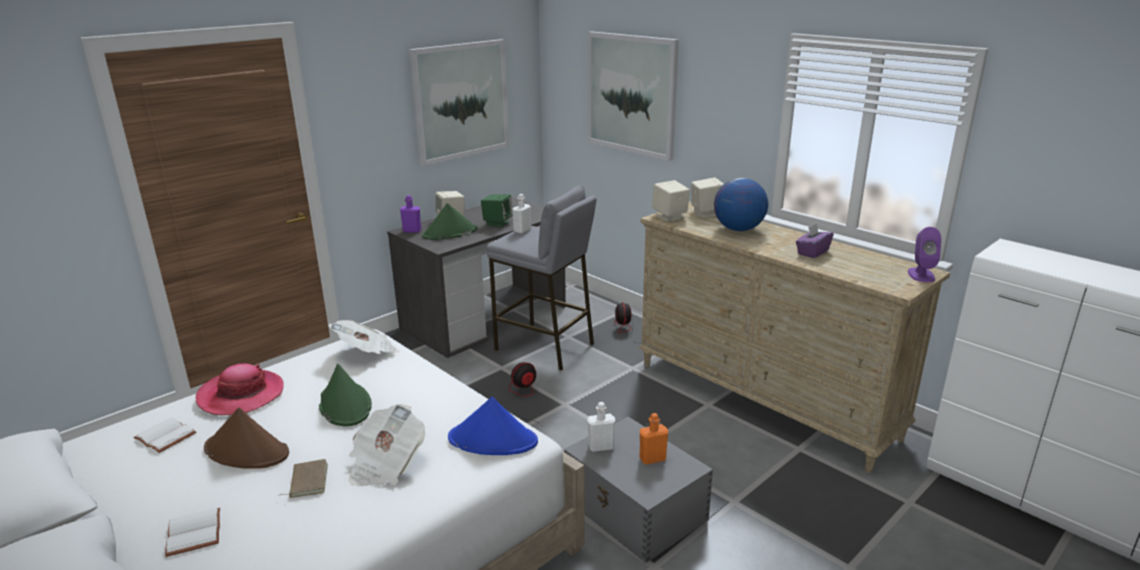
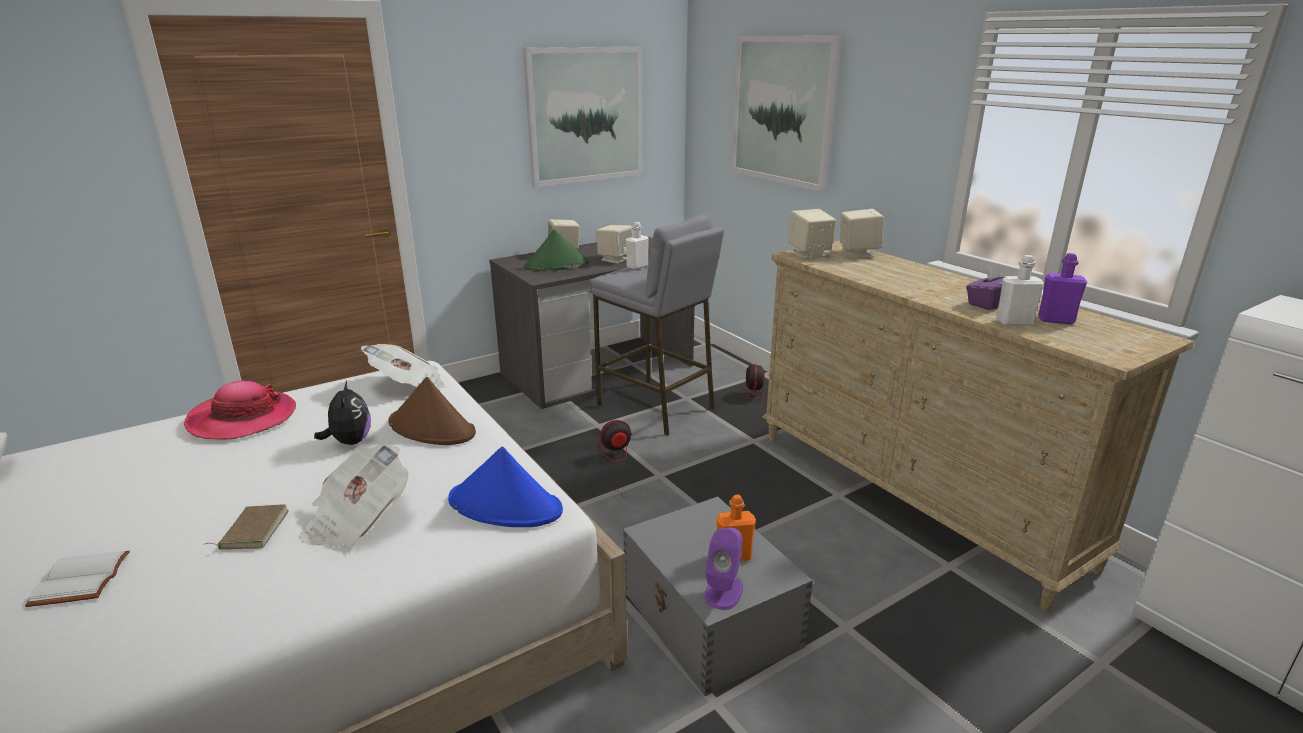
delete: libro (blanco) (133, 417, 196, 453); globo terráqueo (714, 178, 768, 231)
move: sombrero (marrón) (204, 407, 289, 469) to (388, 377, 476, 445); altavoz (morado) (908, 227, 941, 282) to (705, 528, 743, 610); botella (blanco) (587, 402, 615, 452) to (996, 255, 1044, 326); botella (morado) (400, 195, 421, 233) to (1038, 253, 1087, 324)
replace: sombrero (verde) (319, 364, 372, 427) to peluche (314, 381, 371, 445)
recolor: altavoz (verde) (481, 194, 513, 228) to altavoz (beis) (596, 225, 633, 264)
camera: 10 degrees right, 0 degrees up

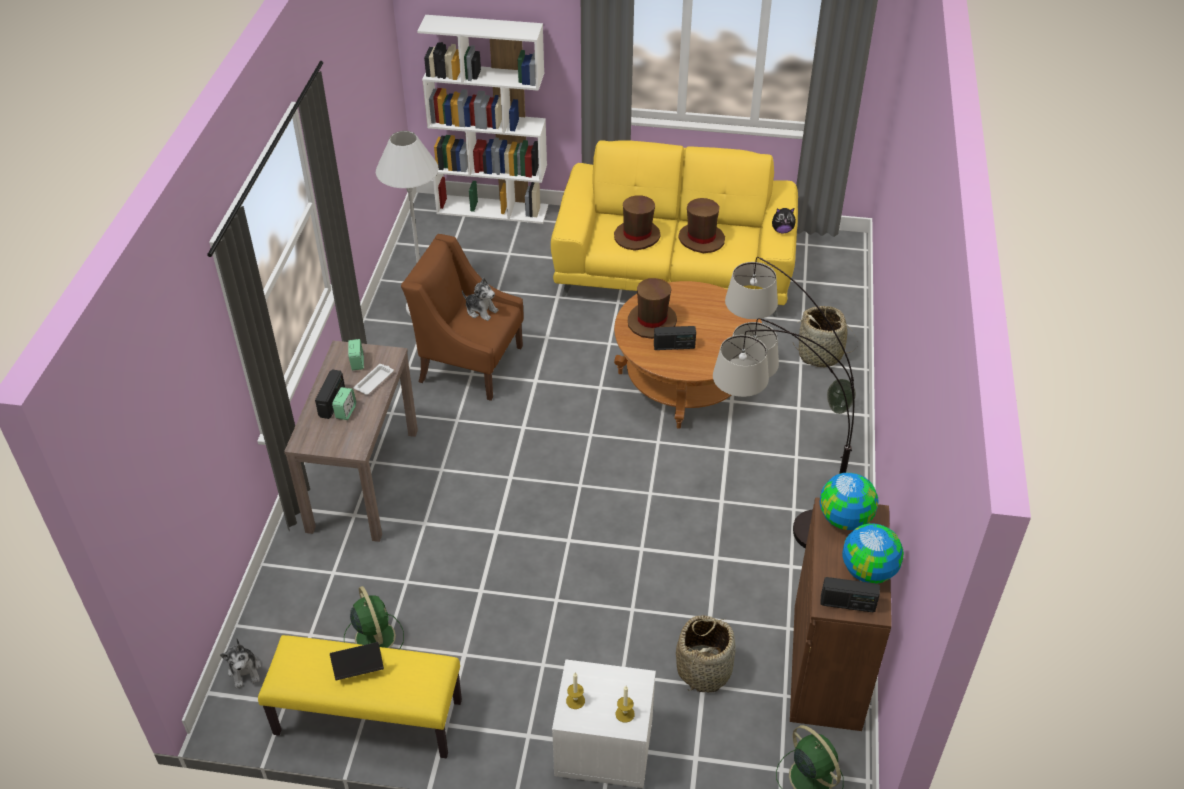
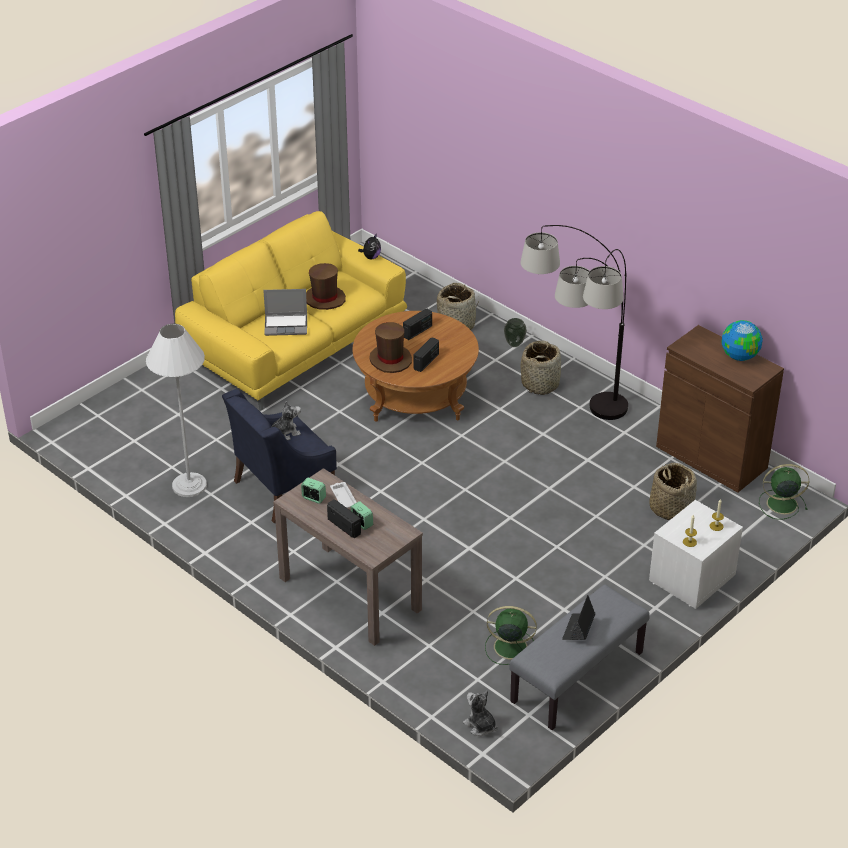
delete: estantería (blanco) (417, 15, 548, 224); globo terráqueo (820, 473, 879, 530)
insert: cesta (521, 341, 561, 395)
move: radio (820, 577, 880, 613) to (403, 309, 432, 340)
replace: sombrero (marrón) (614, 195, 661, 250) to portátil (263, 289, 307, 336)
recolor: sillón (marrón) (401, 234, 524, 401) to sillón (azul) (222, 389, 337, 524); banco (amarillo) (258, 635, 462, 758) to banco (gris) (509, 585, 650, 730)
rotate: peluche (220, 638, 261, 689) = (463, 690, 498, 736) 150 degrees counterclockwise
camera: 55 degrees left, 5 degrees down

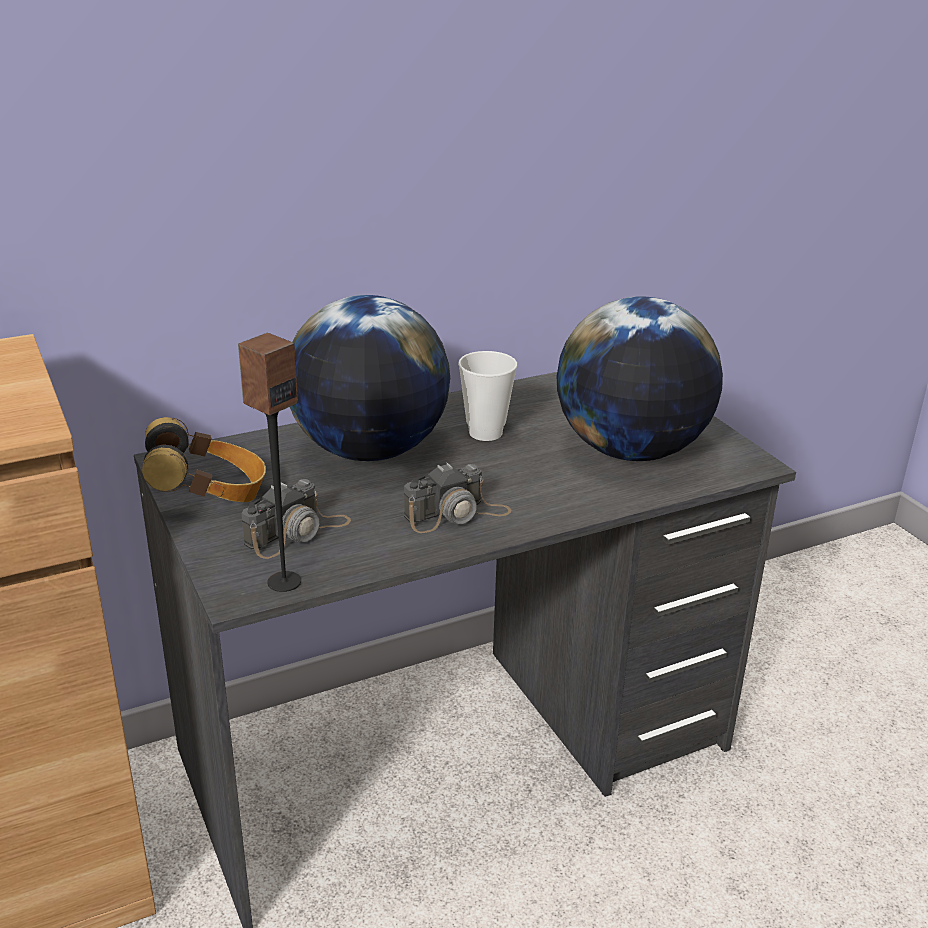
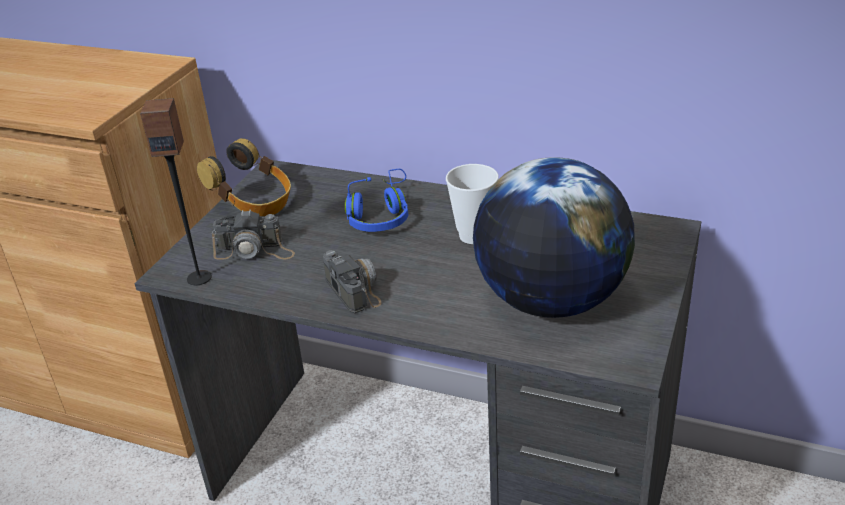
replace: globo terráqueo (290, 295, 450, 461) to auriculares (azul) (345, 169, 408, 232)
rotate: cámara (404, 463, 512, 533) = (323, 250, 381, 313) 135 degrees counterclockwise
camera: 50 degrees right, 5 degrees up

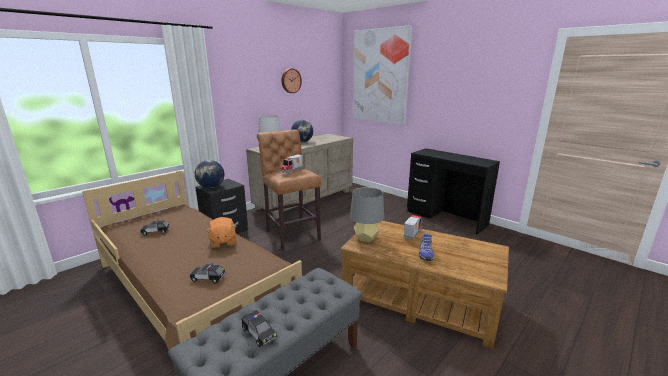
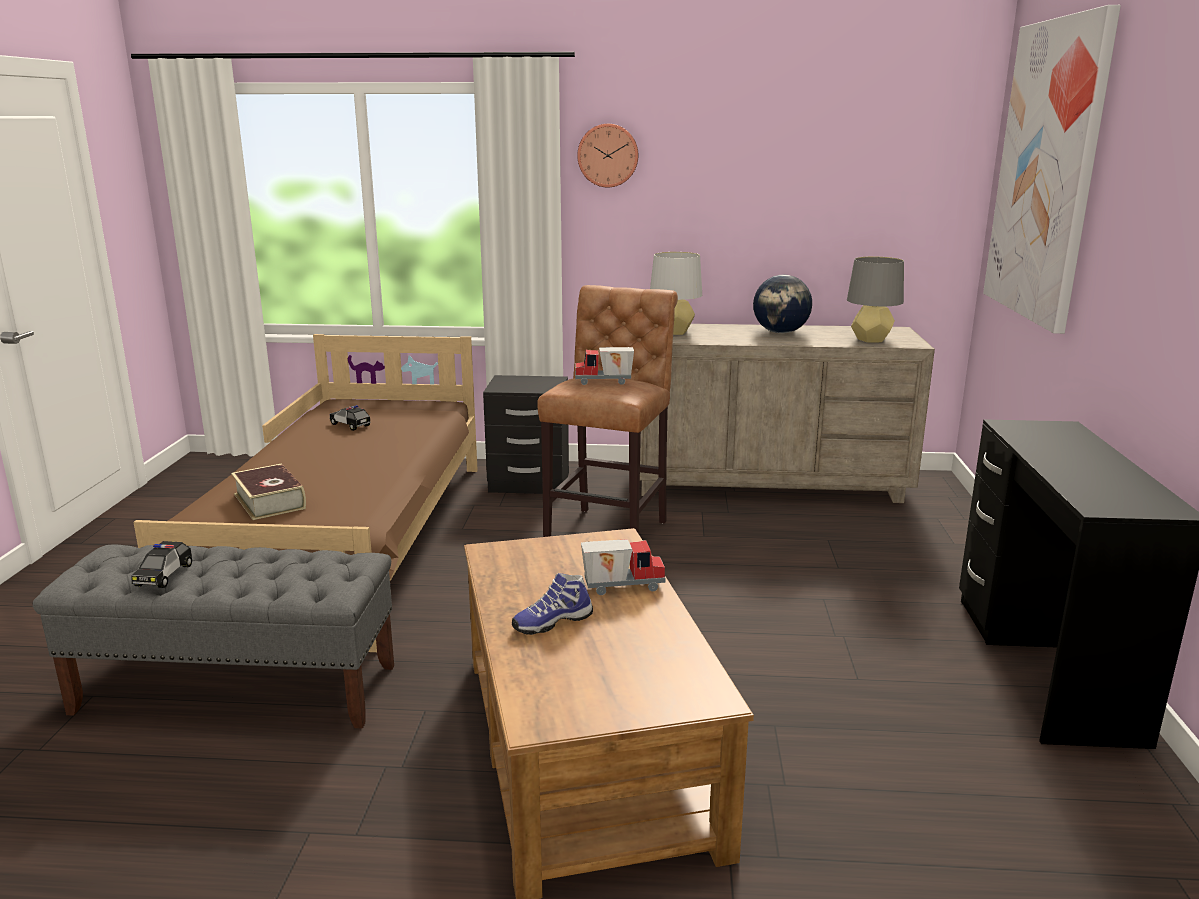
delete: globo terráqueo (195, 160, 224, 188); peluche (naranja) (206, 217, 236, 248)
move: reloj de pared (282, 68, 302, 93) to (577, 124, 638, 187); lámpara de mesa (gris) (350, 187, 384, 242) to (847, 256, 904, 343)
replace: coche de juguete (190, 263, 226, 284) to libro (231, 463, 306, 520)
camera: 50 degrees right, 0 degrees up

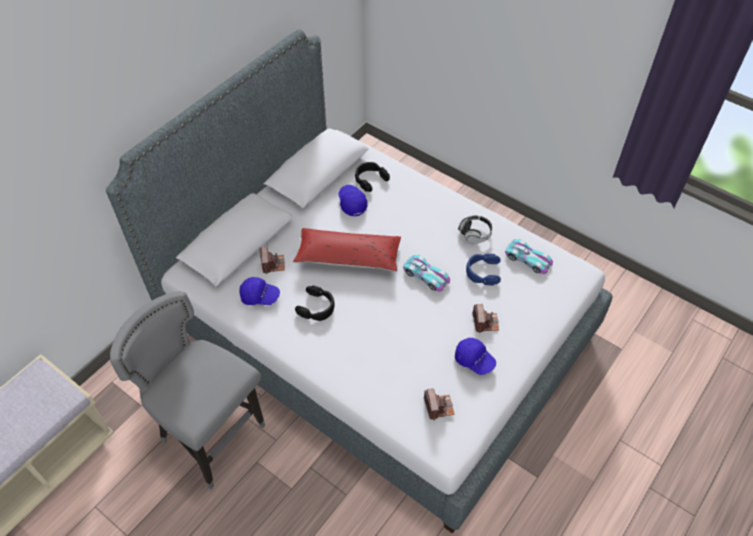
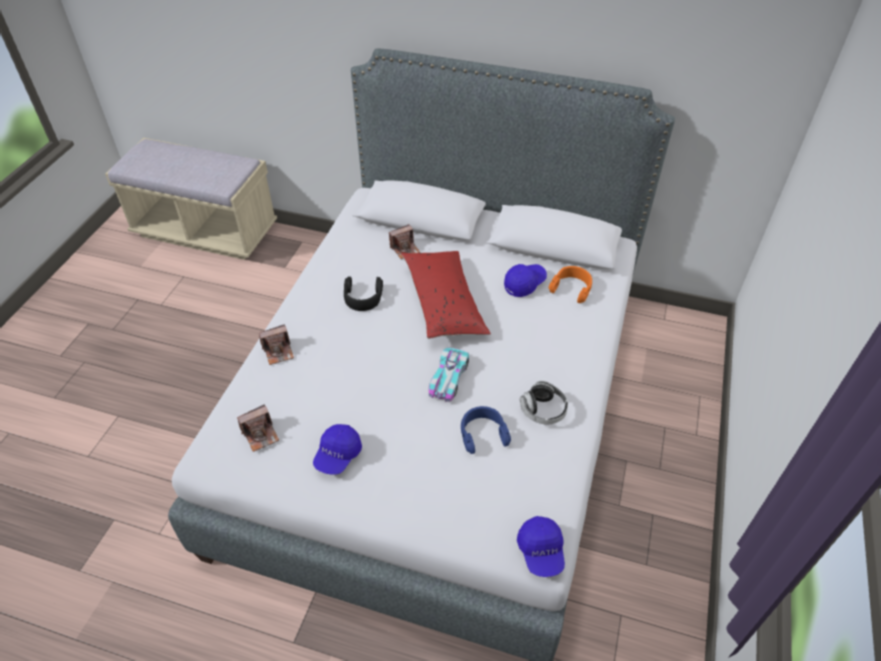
delete: taburete (gris) (110, 291, 265, 489); coche de juguete (505, 239, 553, 274)
move: cámara (472, 304, 499, 333) to (259, 324, 294, 365); gorra (azul) (239, 277, 280, 305) to (517, 516, 565, 577)
recolor: auriculares (negro) (355, 162, 390, 192) to auriculares (naranja) (549, 266, 592, 303)
camera: 70 degrees right, 5 degrees down

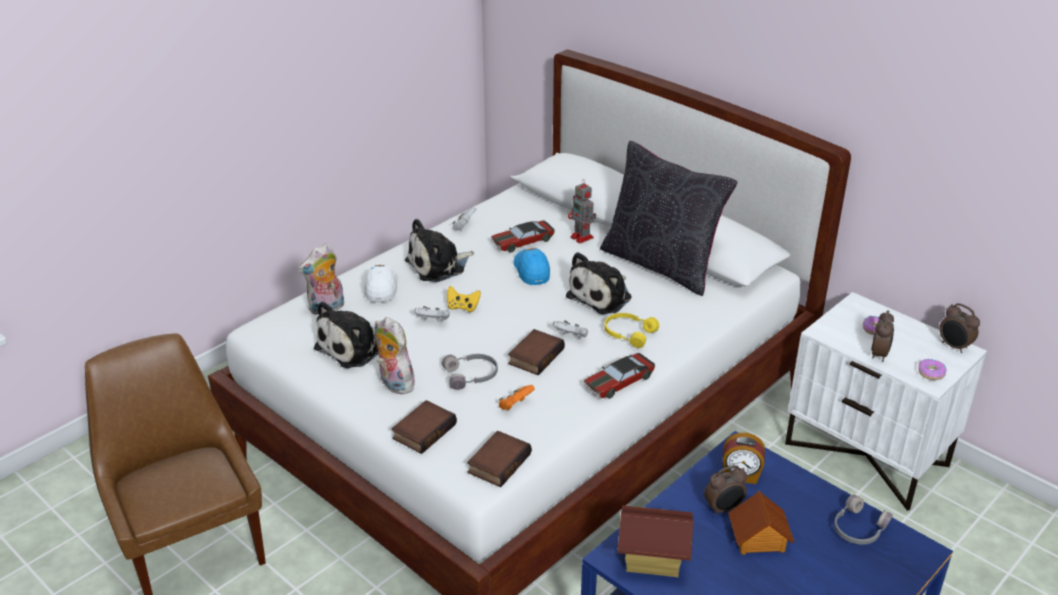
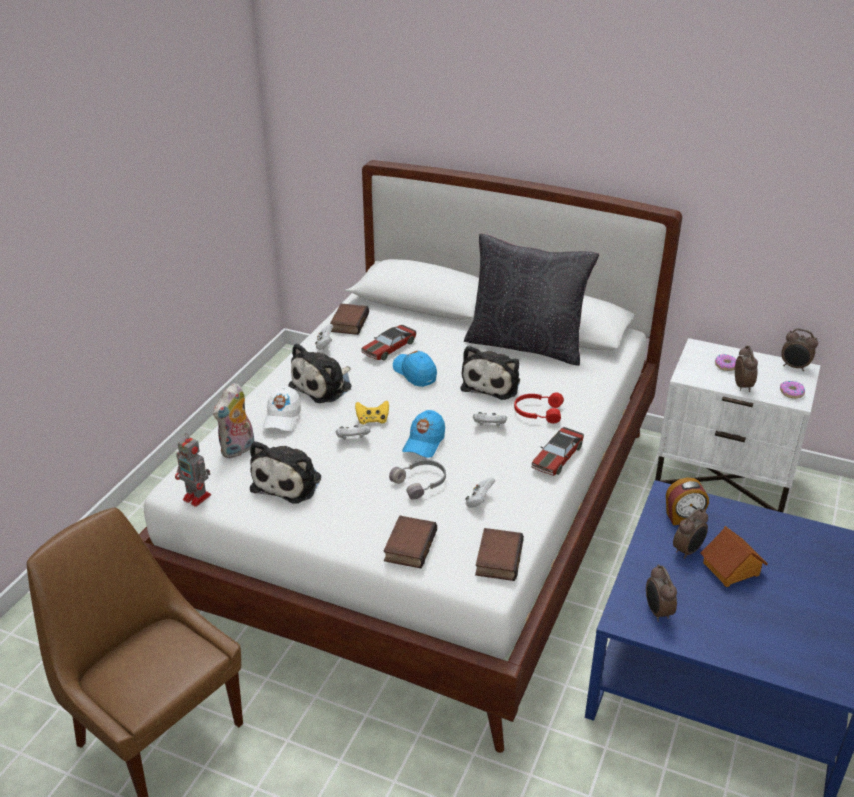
delete: peluche (375, 317, 415, 394); auriculares (gris) (834, 494, 893, 545)
insert: gorra (azul) (402, 410, 445, 458)
move: robot de juguete (568, 179, 596, 244) to (175, 433, 211, 507); libro (508, 329, 565, 375) to (330, 304, 369, 335)
replace: casita (617, 505, 694, 577) to despertador (646, 564, 677, 622)
recolor: mando de consola (naranja) (499, 385, 535, 410) to mando de consola (blanco) (465, 477, 495, 508); auriculares (amarillo) (604, 313, 659, 348) to auriculares (rojo) (514, 392, 564, 423)
rotate: gorra (blanco) (364, 265, 398, 303) = (262, 386, 301, 431) 150 degrees counterclockwise
camera: 20 degrees left, 0 degrees up

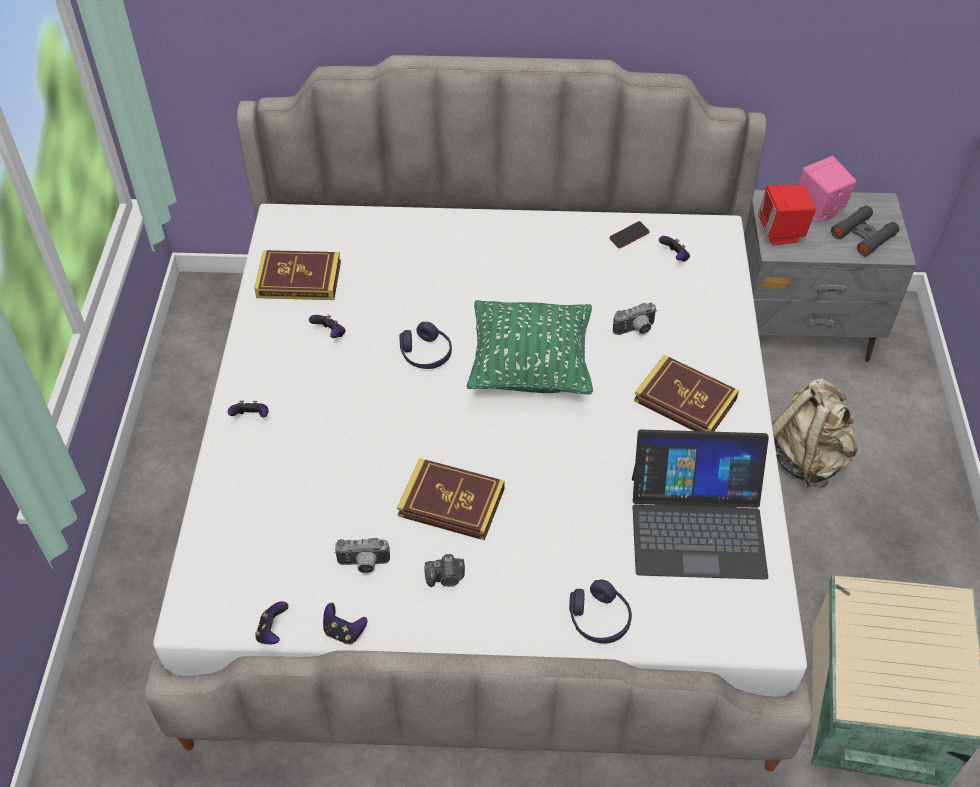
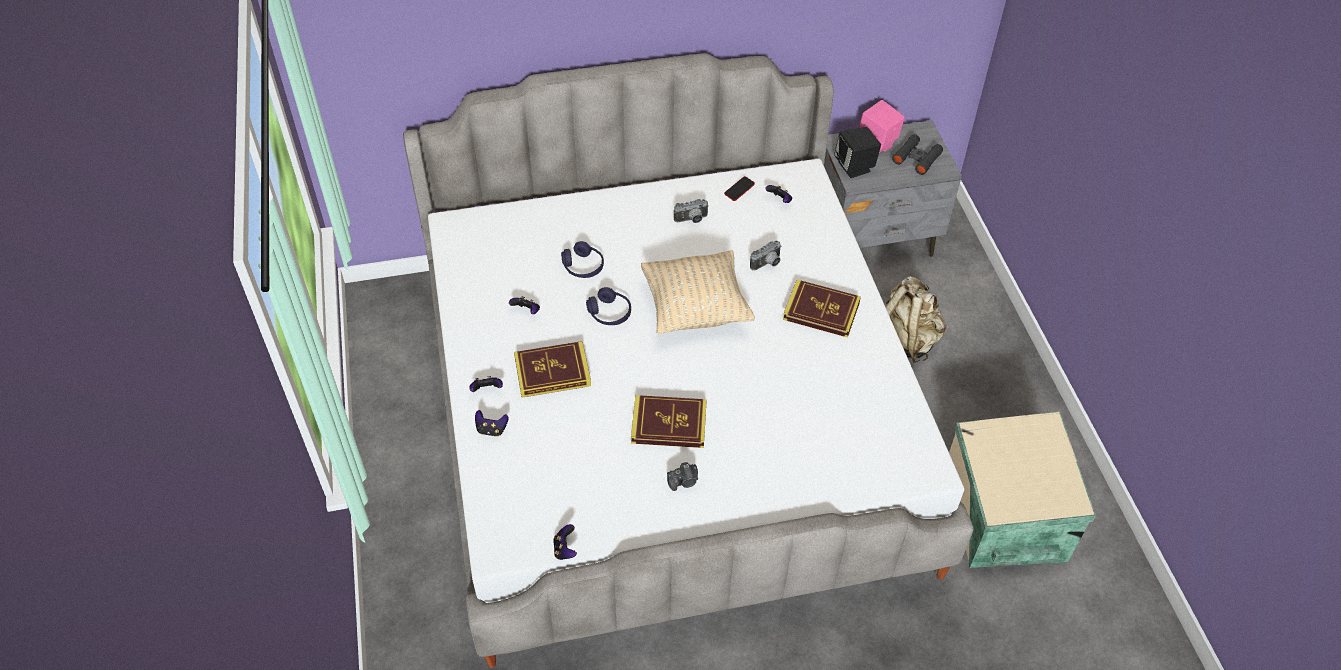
delete: portátil (632, 430, 769, 580)
move: mando de consola (323, 603, 367, 645) to (475, 410, 508, 437); libro (254, 250, 341, 300) to (514, 341, 591, 397); auriculares (morado) (569, 580, 632, 644) to (561, 241, 604, 278); cámara (334, 538, 390, 574) to (674, 199, 709, 223)
recolor: cojín (verde) (467, 300, 593, 395) to cojín (beis) (641, 250, 755, 334); altavoz (rojo) (758, 185, 816, 246) to altavoz (negro) (834, 127, 881, 178)
camera: 15 degrees left, 0 degrees up

